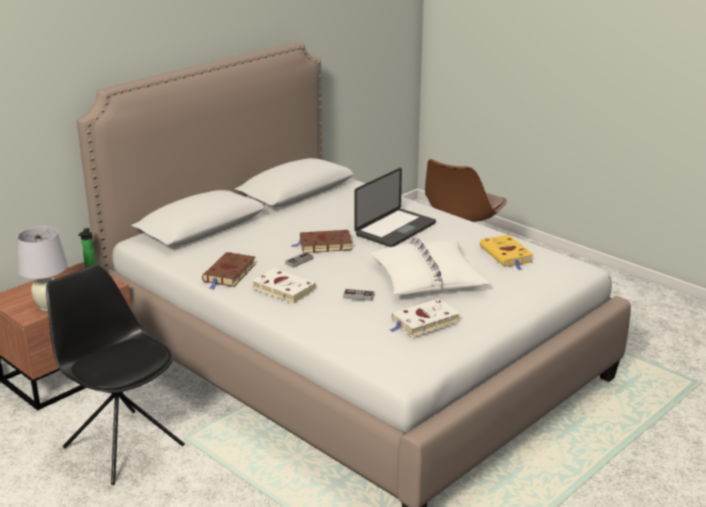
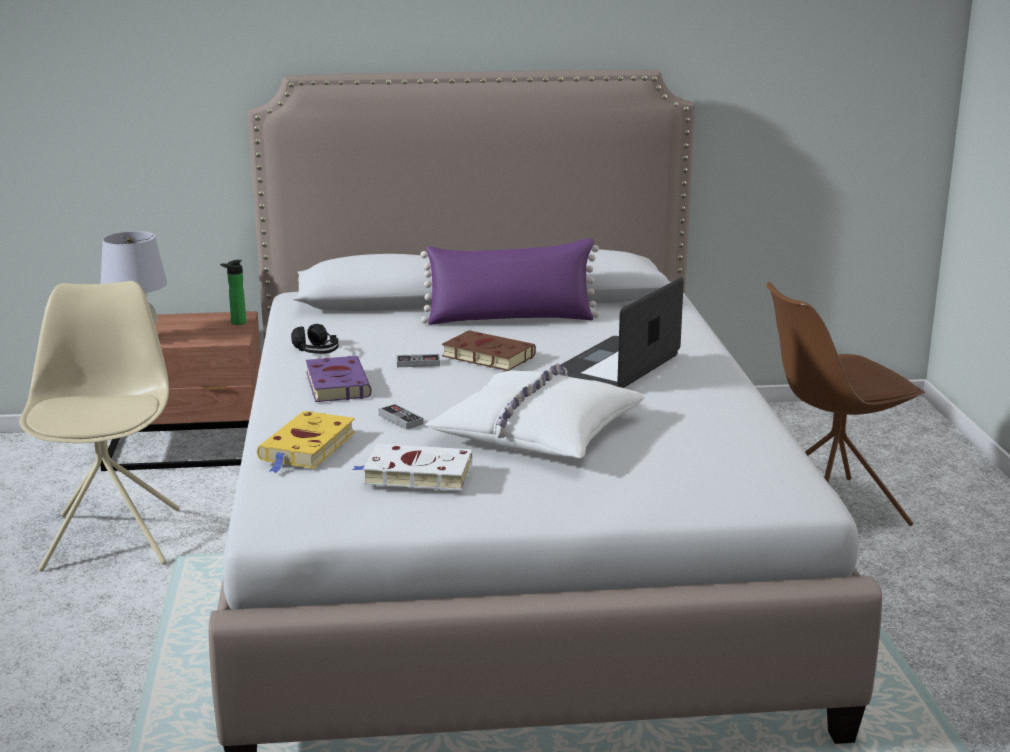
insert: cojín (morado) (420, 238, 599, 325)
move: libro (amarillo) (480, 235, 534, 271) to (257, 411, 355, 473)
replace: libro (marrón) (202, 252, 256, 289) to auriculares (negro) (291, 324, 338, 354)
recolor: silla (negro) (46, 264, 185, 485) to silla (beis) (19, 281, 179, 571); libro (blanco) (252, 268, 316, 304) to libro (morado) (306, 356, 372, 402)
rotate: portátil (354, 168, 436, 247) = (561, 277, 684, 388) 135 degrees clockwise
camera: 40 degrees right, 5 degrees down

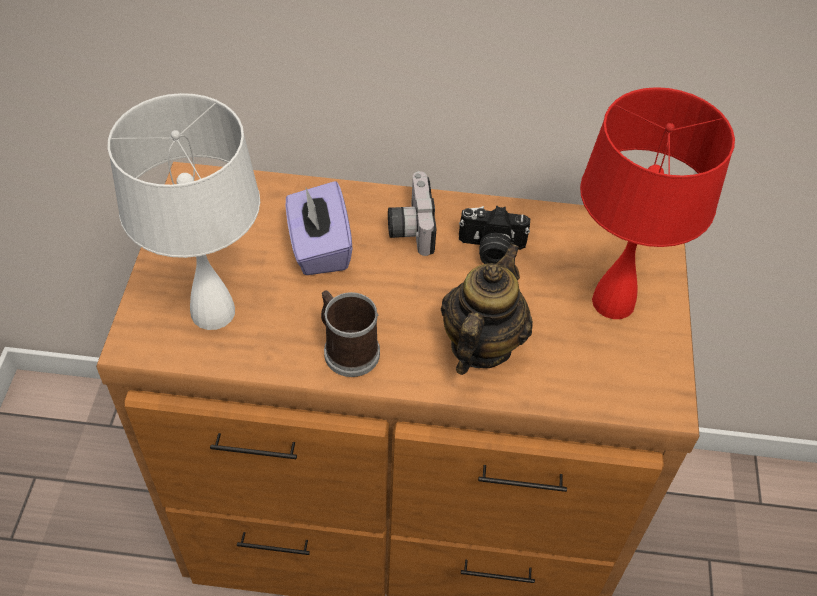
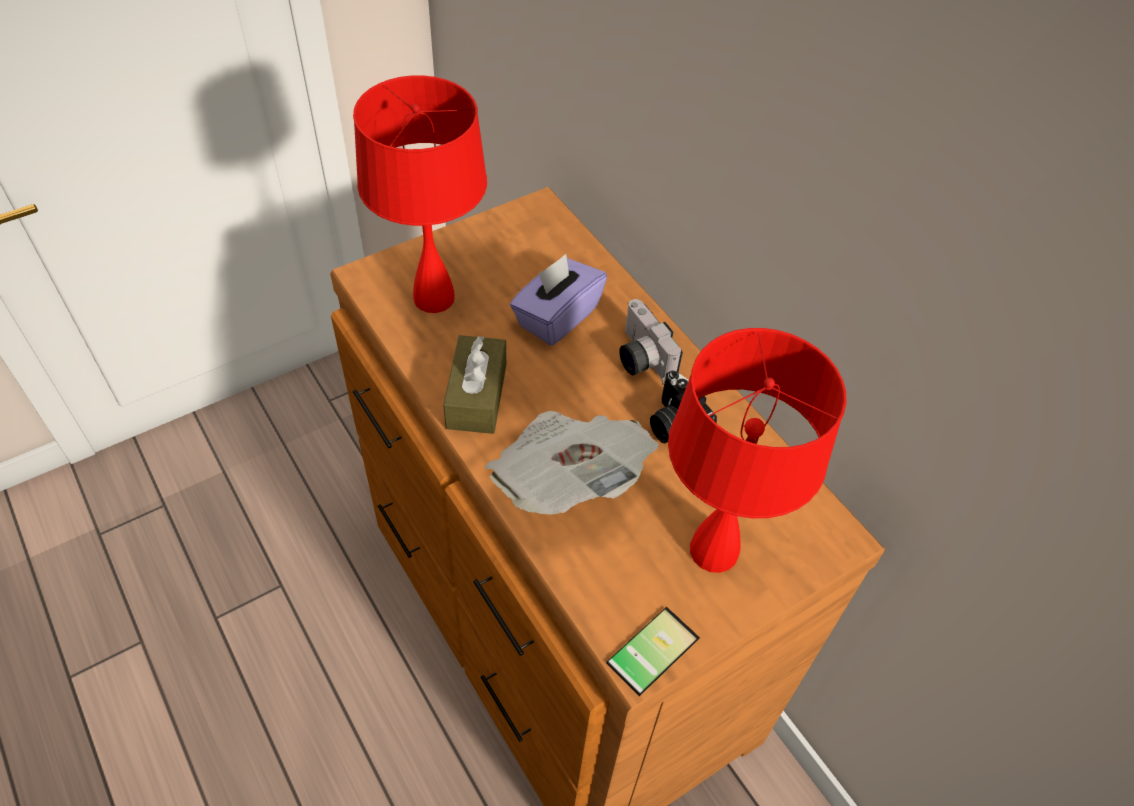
insert: móvil (606, 607, 700, 696)
replace: taza grande (321, 291, 380, 377) to caja de pañuelos (marrón) (443, 335, 506, 434); tetera (441, 243, 533, 375) to periódico (484, 411, 659, 515)
recolor: lámpara de mesa (blanco) (108, 93, 260, 330) to lámpara de mesa (rojo) (353, 75, 487, 313)
rotate: cámara (388, 171, 437, 256) = (619, 299, 683, 379) 75 degrees counterclockwise
camera: 50 degrees right, 0 degrees up

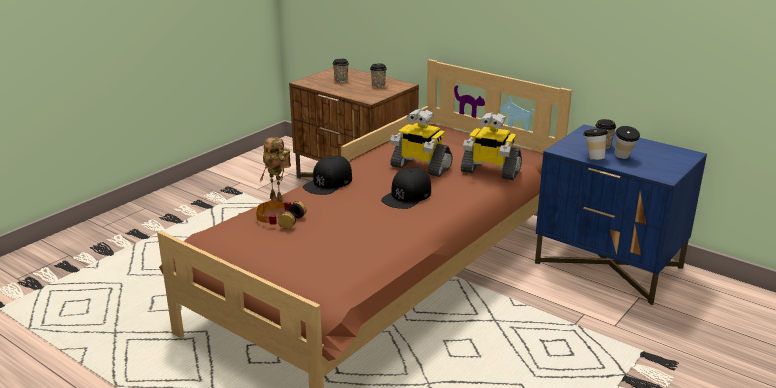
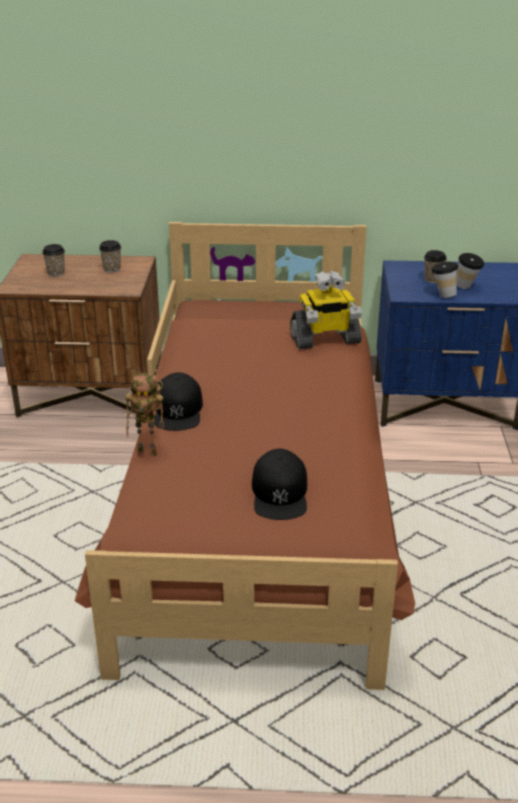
delete: auriculares (256, 201, 306, 229); robot de juguete (390, 109, 453, 177)
move: gorra (negro) (381, 168, 431, 209) to (252, 449, 307, 520)
camera: 35 degrees left, 5 degrees up

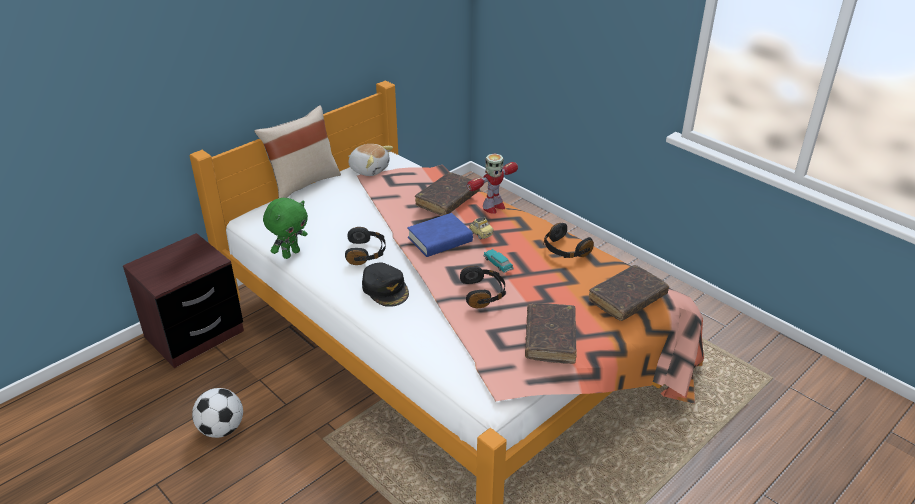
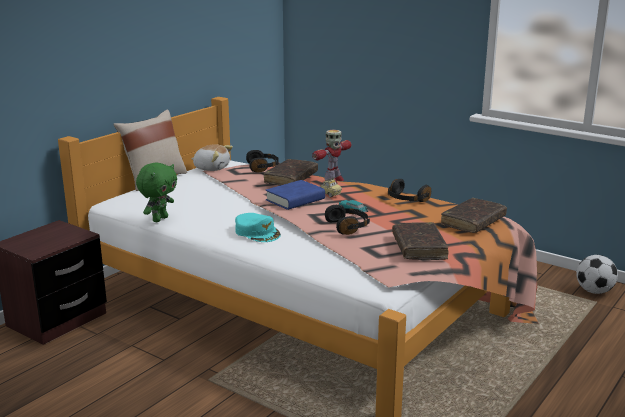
move: auriculares (negro) (345, 227, 386, 265) to (246, 150, 279, 172); balón de fútbol (192, 388, 243, 438) to (576, 255, 618, 294)
recolor: gorra (negro) (362, 263, 409, 307) to gorra (turquesa) (235, 213, 281, 242)
camera: 10 degrees left, 15 degrees down

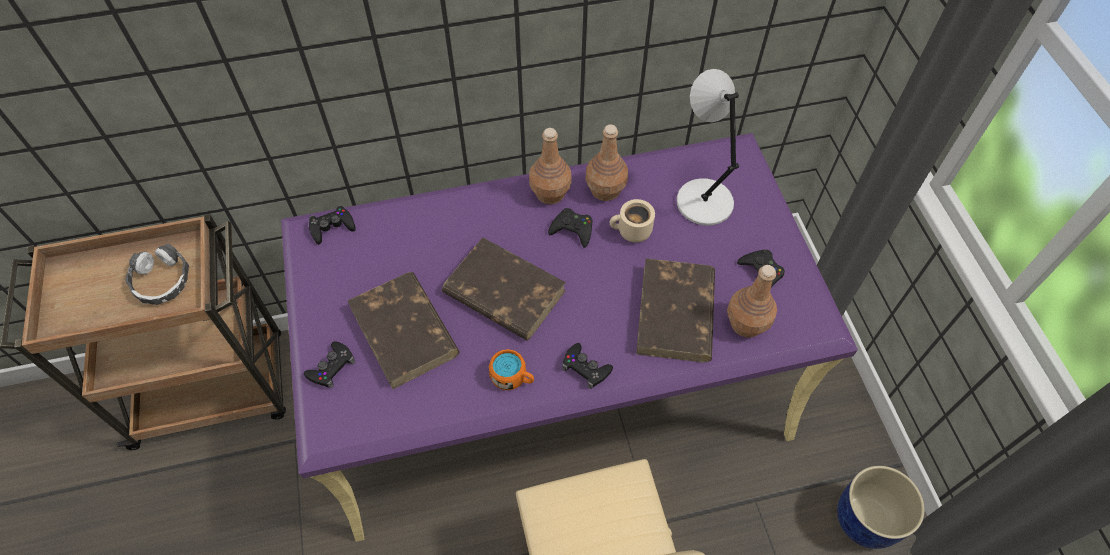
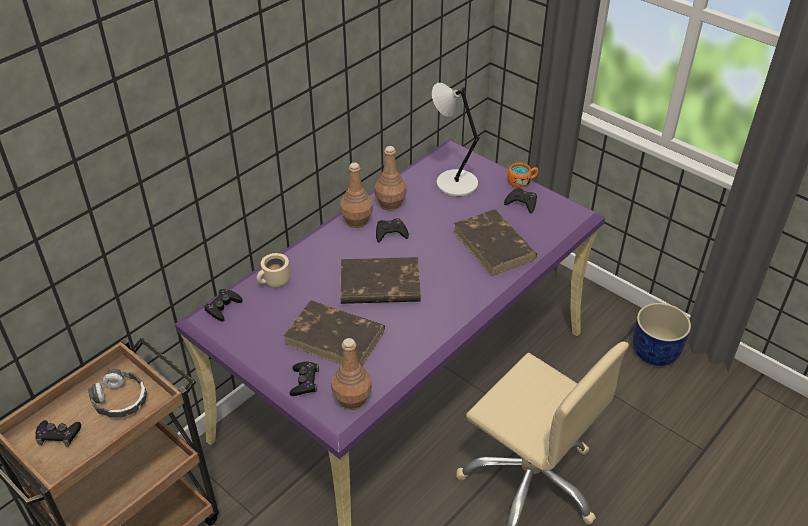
move: mando de consola (negro) (562, 343, 613, 389) to (36, 420, 81, 447); taza grande (beis) (610, 199, 655, 242) to (257, 253, 290, 288); botella (marrón) (727, 265, 777, 337) to (331, 338, 372, 410); taza grande (naranja) (489, 349, 534, 390) to (508, 163, 538, 188)
camera: 35 degrees left, 15 degrees down

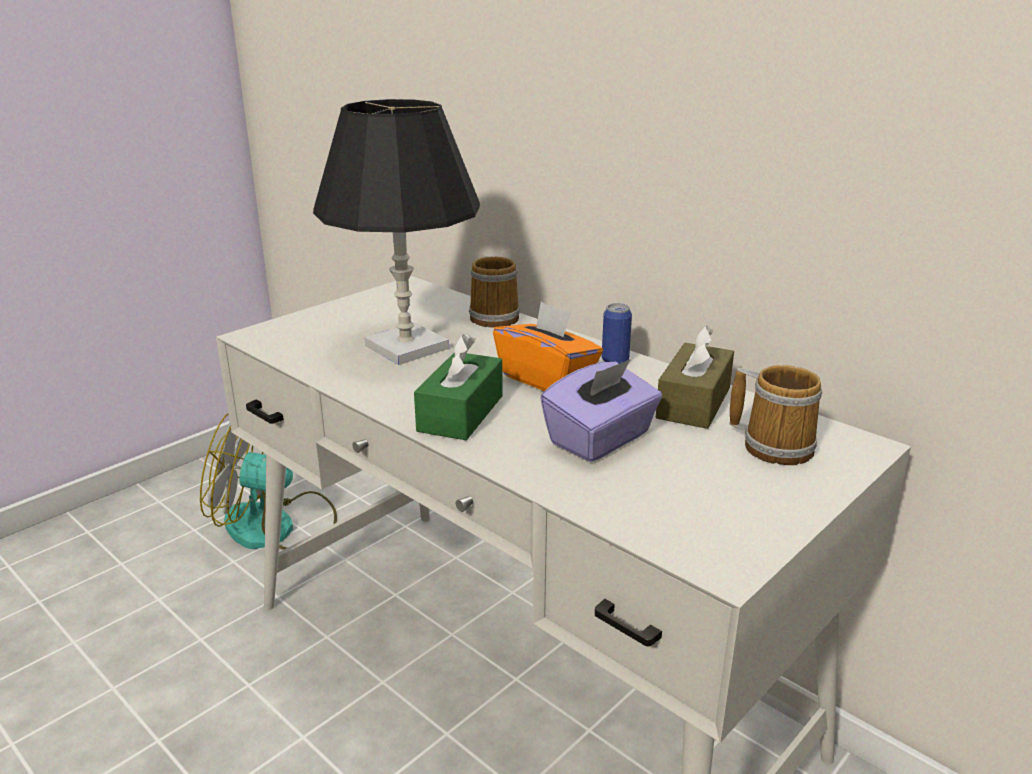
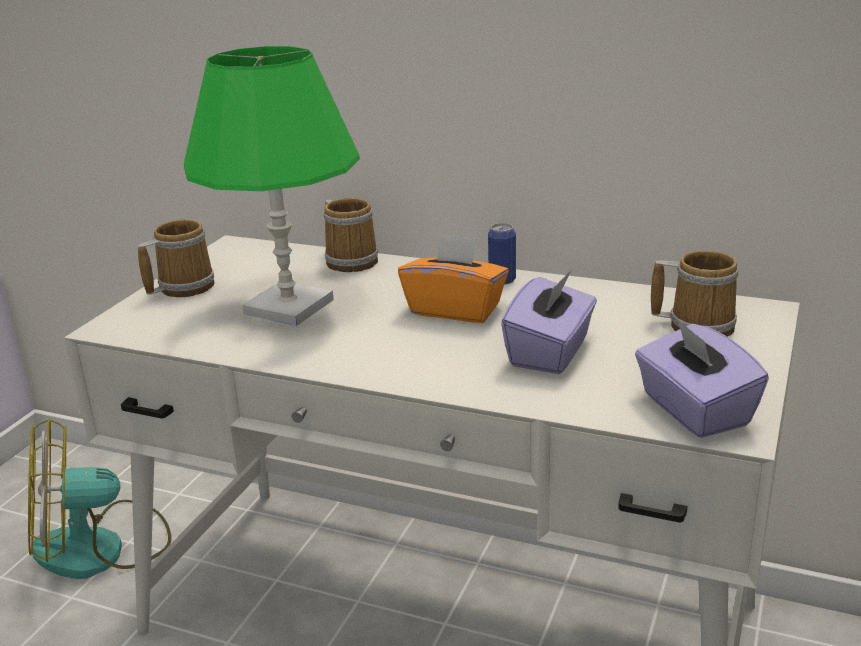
delete: caja de pañuelos (verde) (414, 334, 503, 440); caja de pañuelos (marrón) (656, 326, 734, 429)
insert: taza grande (138, 219, 215, 297); caja de pañuelos (morado) (635, 319, 769, 438)
recolor: lámpara de mesa (negro) (313, 99, 480, 365) to lámpara de mesa (verde) (184, 46, 360, 326)
camera: 20 degrees left, 0 degrees up

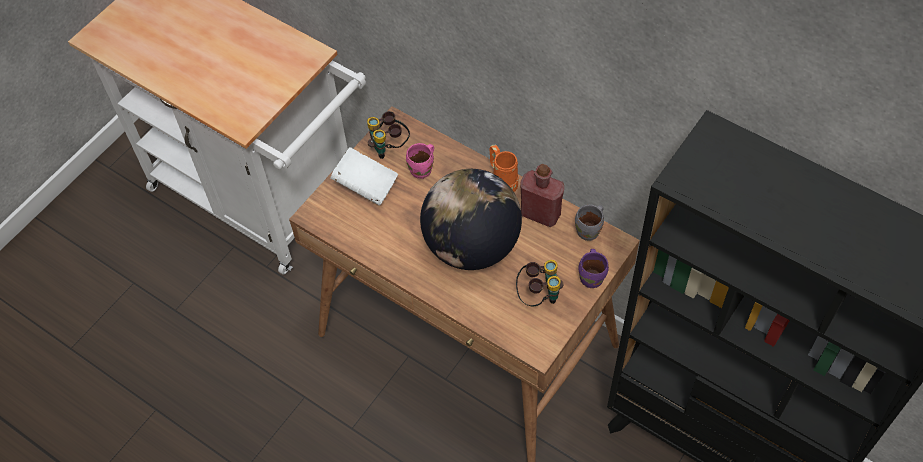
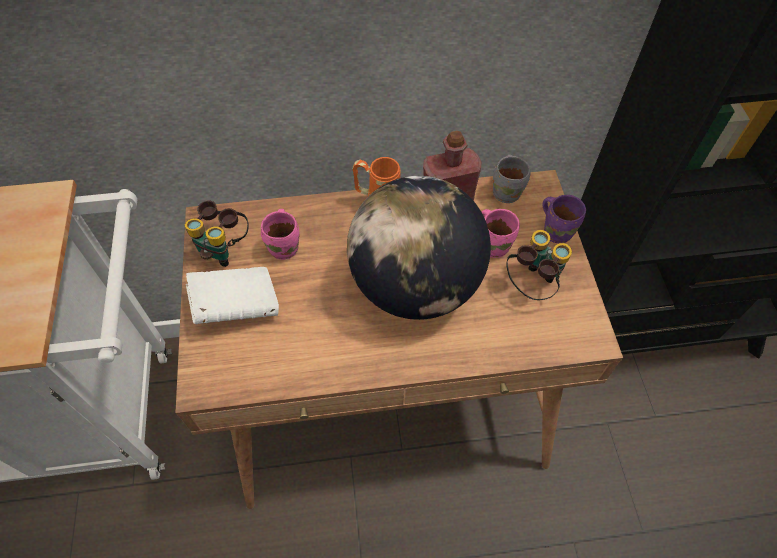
insert: taza grande (rosa) (482, 209, 520, 258)
camera: 45 degrees left, 0 degrees up

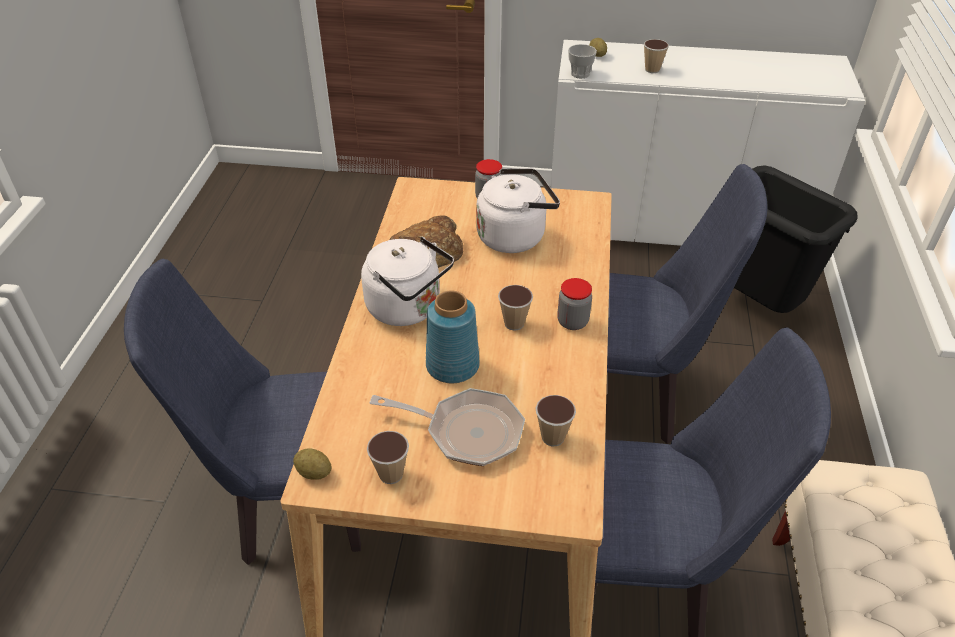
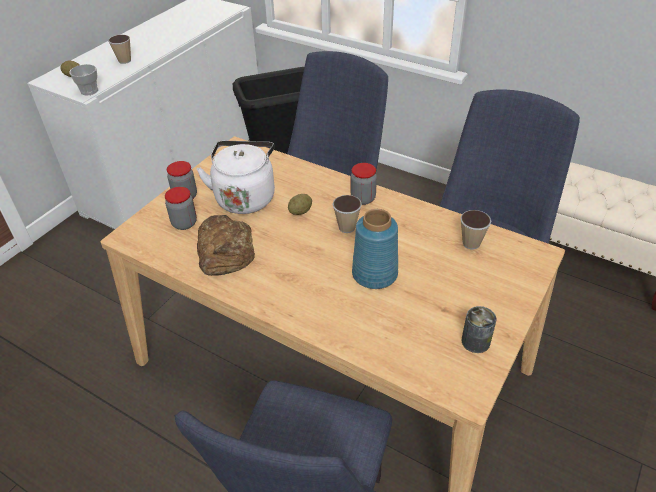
delete: hervidor (blanco) (361, 237, 454, 326); sartén (369, 388, 525, 466)
insert: tarro (165, 187, 197, 230)
move: patata (293, 448, 332, 480) to (288, 194, 312, 215)
replace: taza (367, 431, 409, 484) to lata (462, 306, 496, 353)
camera: 65 degrees left, 0 degrees up

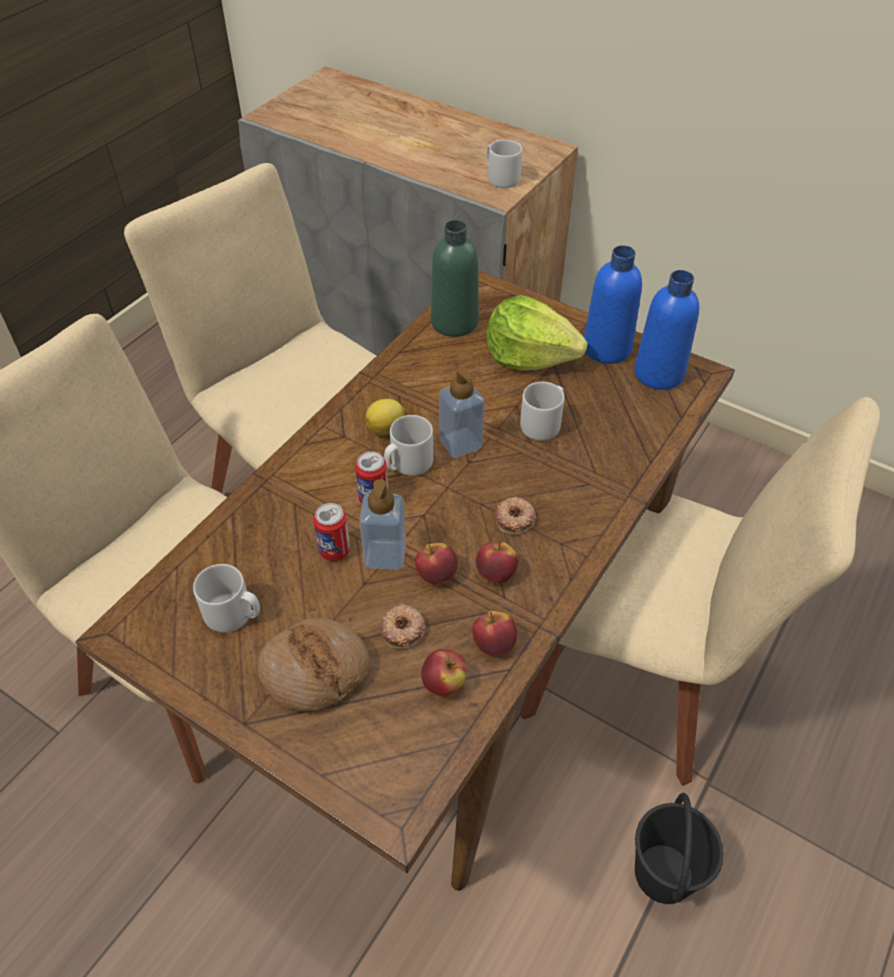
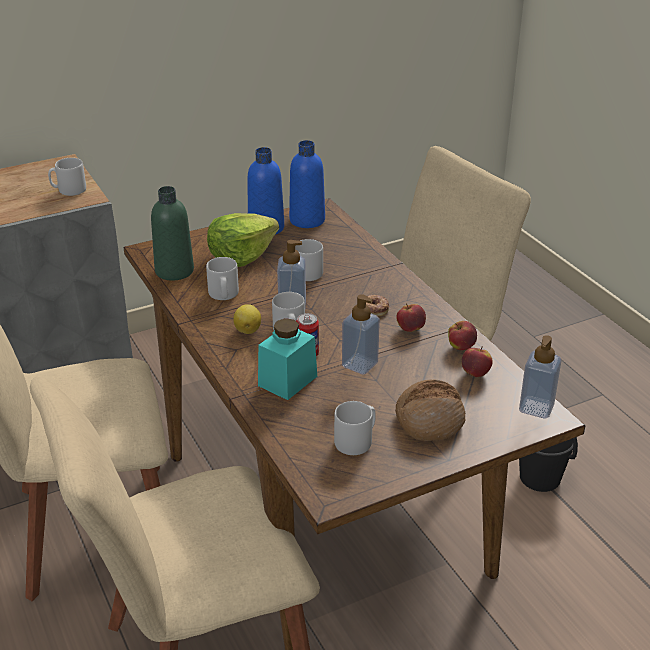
delete: lata (313, 503, 350, 561); rosquilla (380, 604, 426, 649); manzana (415, 543, 458, 584)
insert: taza grande (gris) (206, 257, 239, 300); tarro (turquesa) (258, 318, 317, 400); dispensador de jabón (519, 335, 561, 419)
camera: 60 degrees left, 15 degrees down

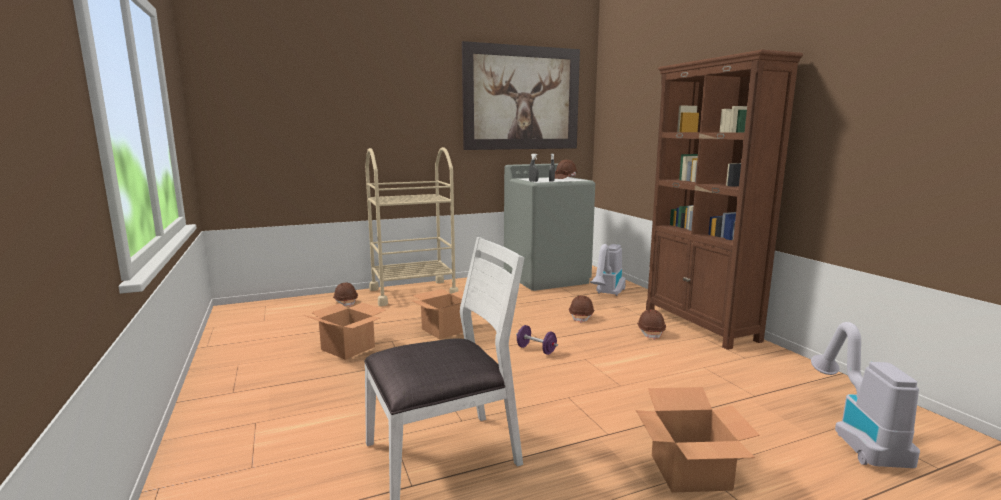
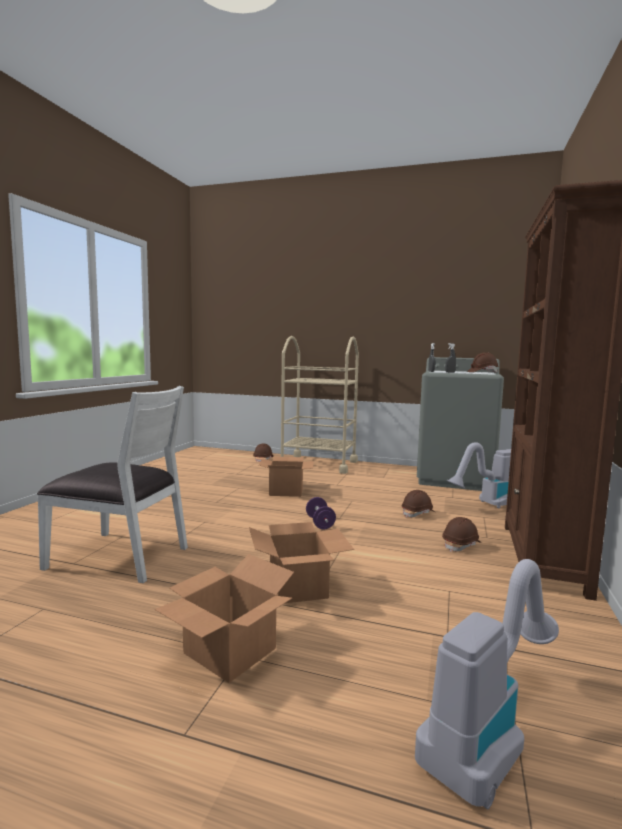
delete: cuadro (462, 41, 580, 150)
move: caja de cartón (303, 303, 386, 360) to (249, 522, 354, 603)
camera: 40 degrees right, 5 degrees down

